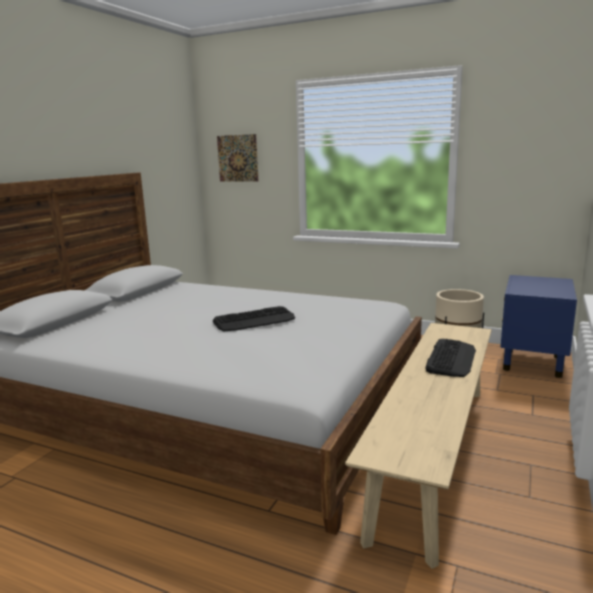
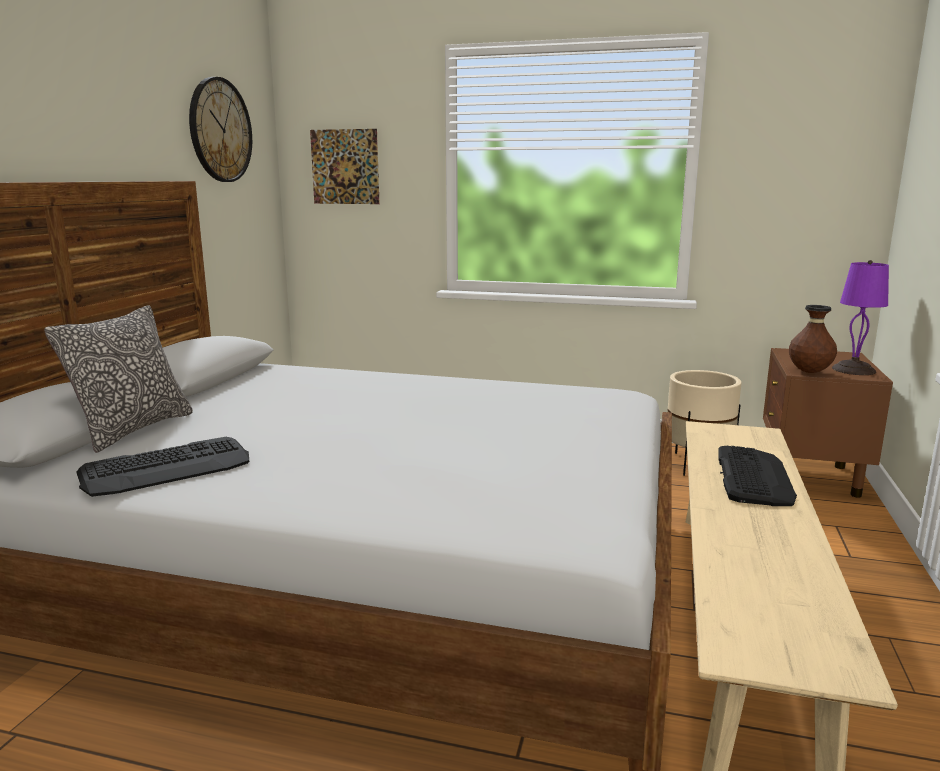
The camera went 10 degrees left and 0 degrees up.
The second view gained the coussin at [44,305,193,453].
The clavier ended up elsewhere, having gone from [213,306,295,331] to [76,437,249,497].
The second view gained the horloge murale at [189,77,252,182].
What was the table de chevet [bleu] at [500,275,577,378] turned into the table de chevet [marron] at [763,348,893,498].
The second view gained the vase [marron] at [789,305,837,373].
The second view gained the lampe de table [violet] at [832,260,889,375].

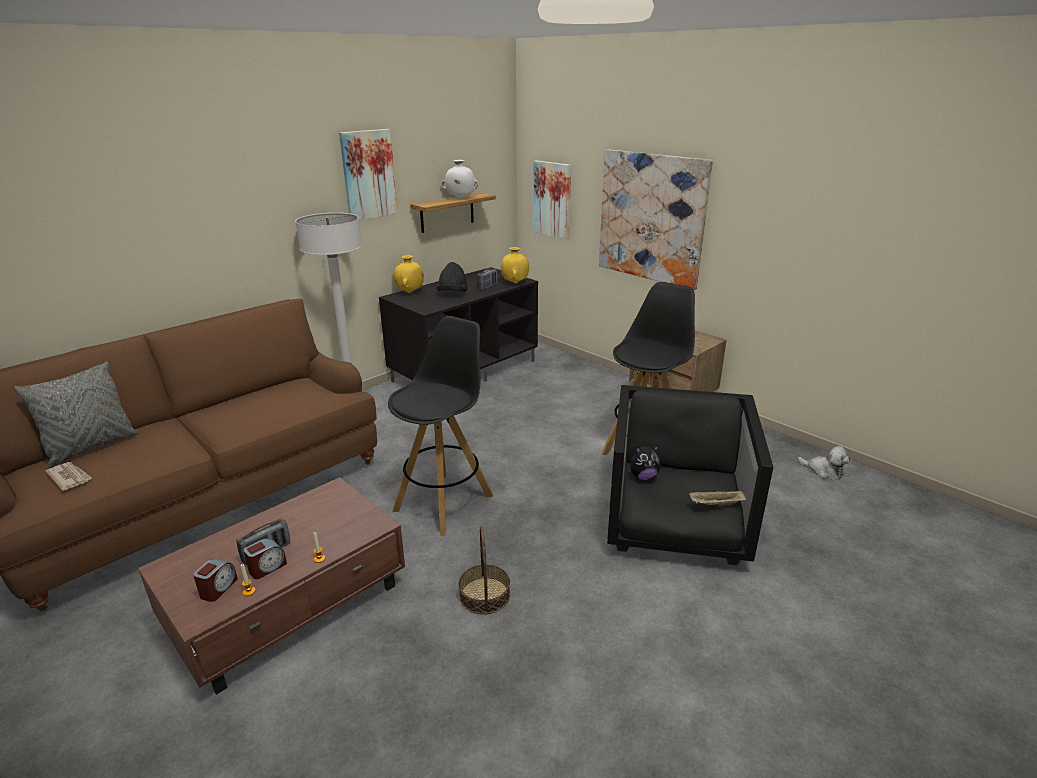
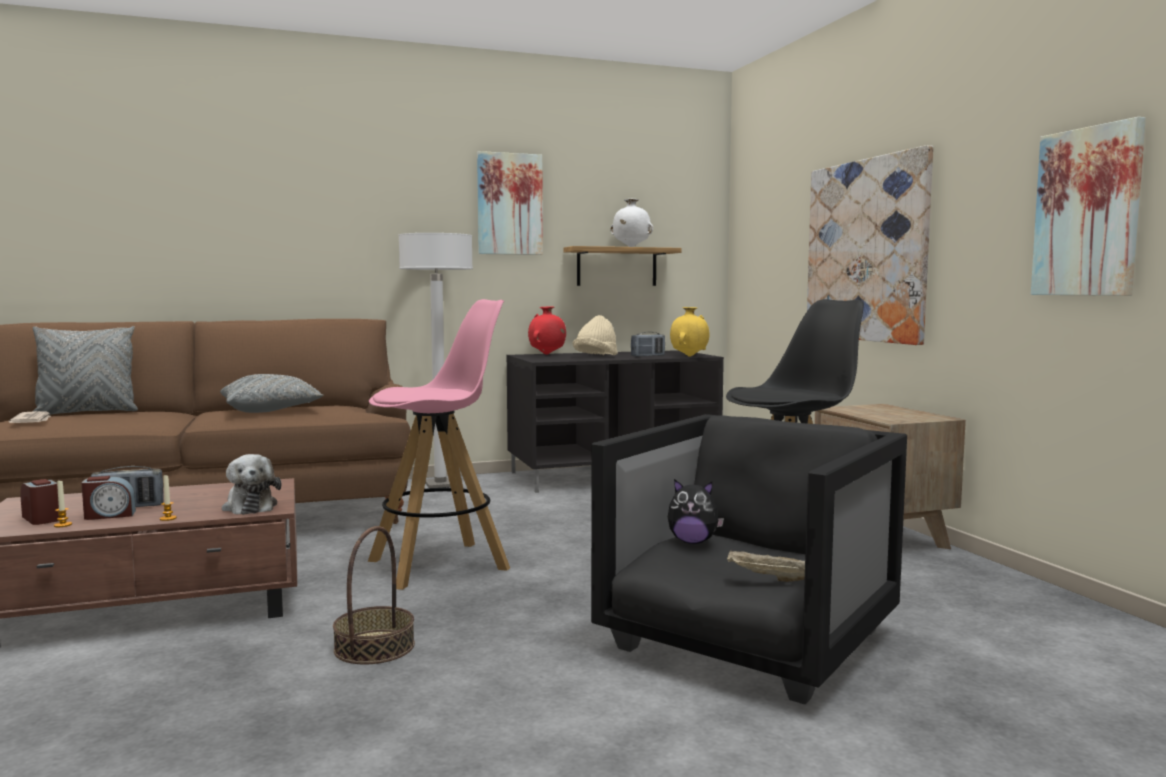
The camera went 25 degrees right and 20 degrees down.
The réveil at [193,559,238,602] ended up facing another way, 90 degrees counterclockwise from before.
The second view gained the coussin [gris] at [220,374,323,413].
The peluche ended up elsewhere, having gone from [798,446,850,480] to [222,454,281,515].
What was the tabouret [noir] at [388,316,493,536] turned into the tabouret [rose] at [368,299,510,590].
What was the vase [jaune] at [394,255,424,293] turned into the vase [rouge] at [528,306,566,355].
What was the chapeau [noir] at [437,262,467,291] turned into the chapeau [beige] at [573,315,618,355].
The tableau ended up elsewhere, having gone from [533,160,571,240] to [1031,117,1146,296].

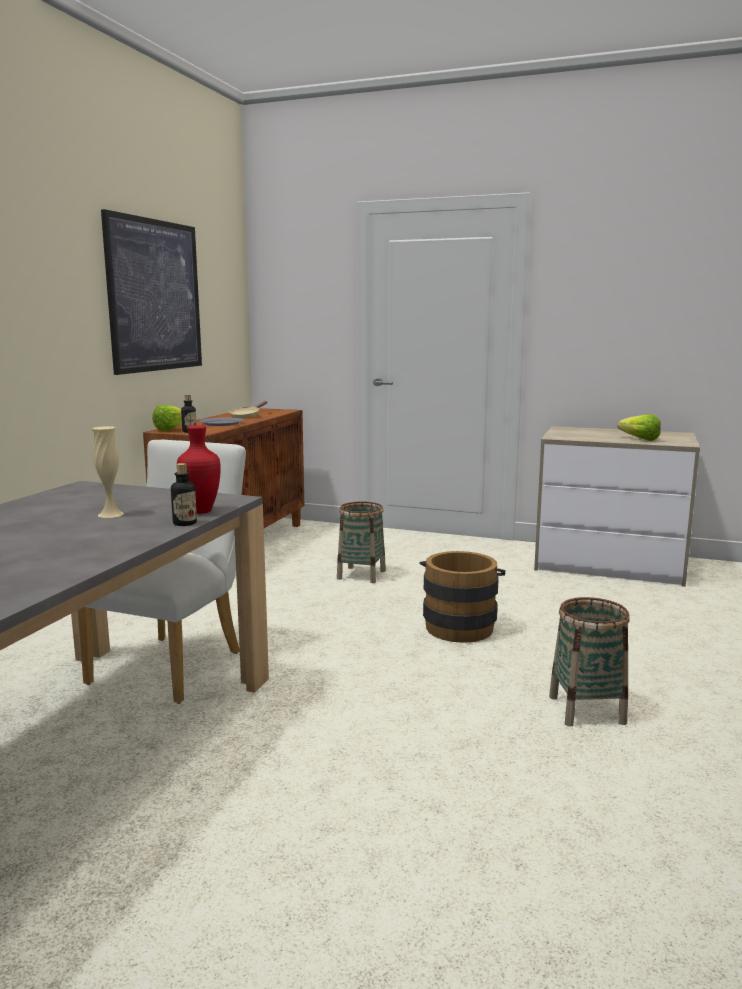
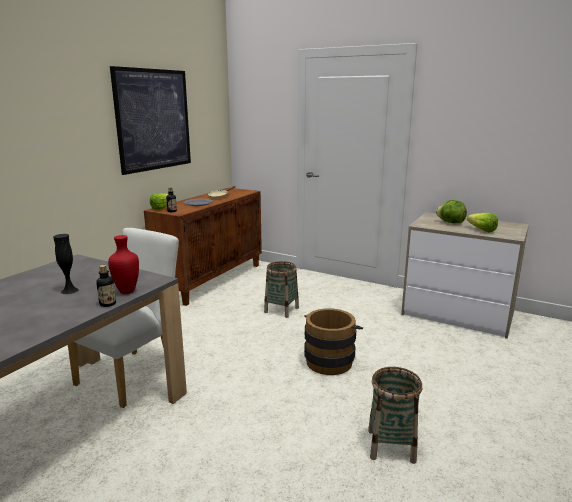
The camera went 10 degrees right and 5 degrees up.
What was the vase [beige] at [92,426,124,518] turned into the vase [noir] at [53,234,79,294].
The second view gained the laitue at [436,200,467,223].

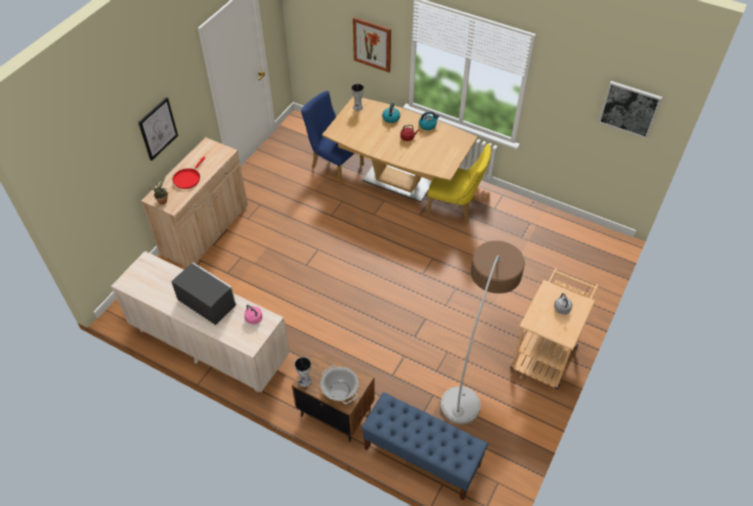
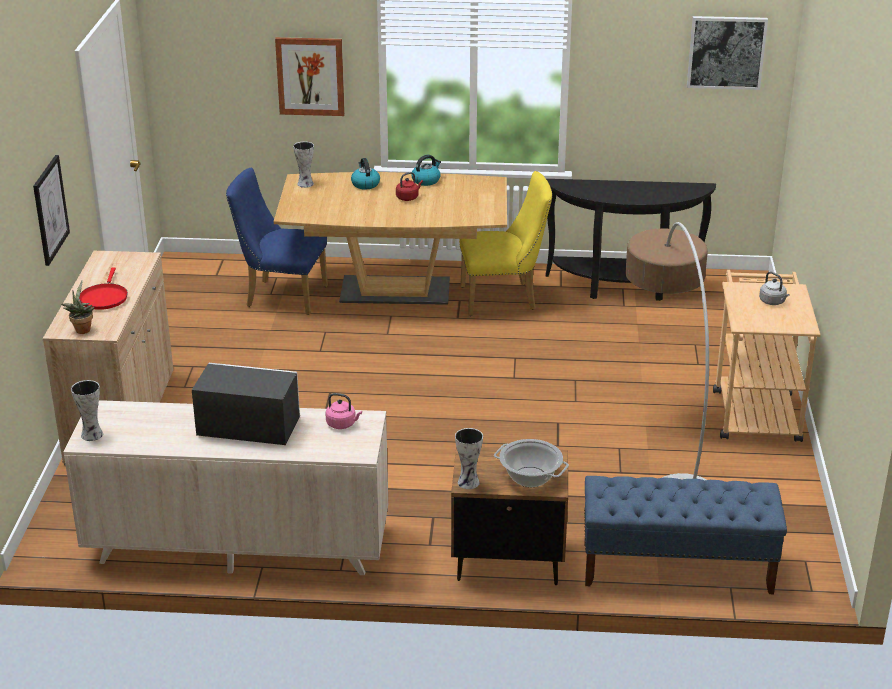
The camera went 25 degrees left and 20 degrees down.
The second view gained the vase at [71,380,103,441].
The second view gained the table console [noir] at [545,179,716,301].

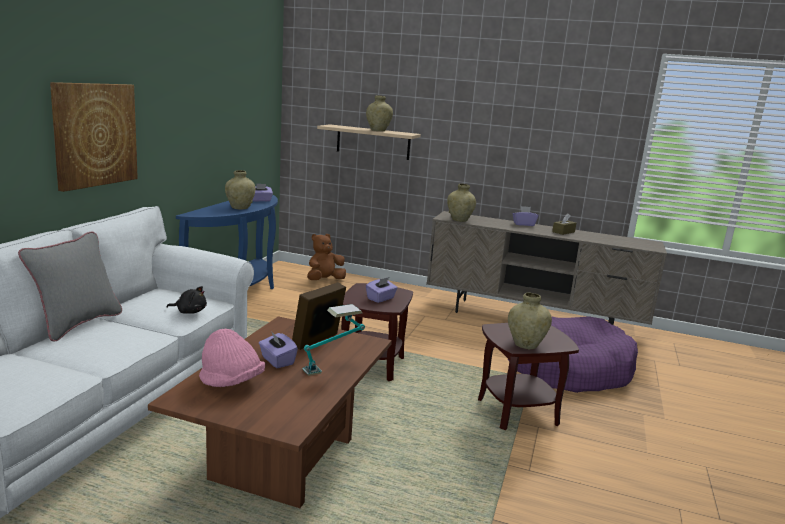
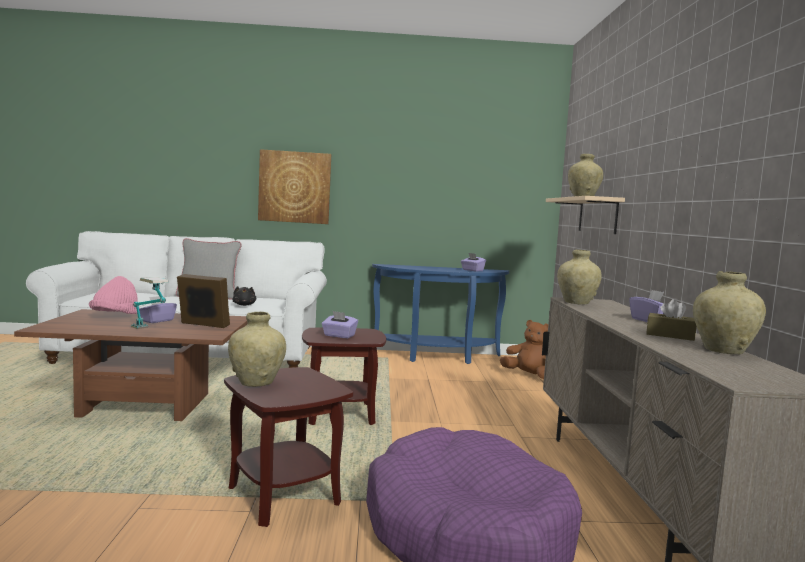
The camera went 70 degrees right and 10 degrees down.
The vase [beige] ended up elsewhere, having gone from [225,170,256,210] to [693,271,766,354].

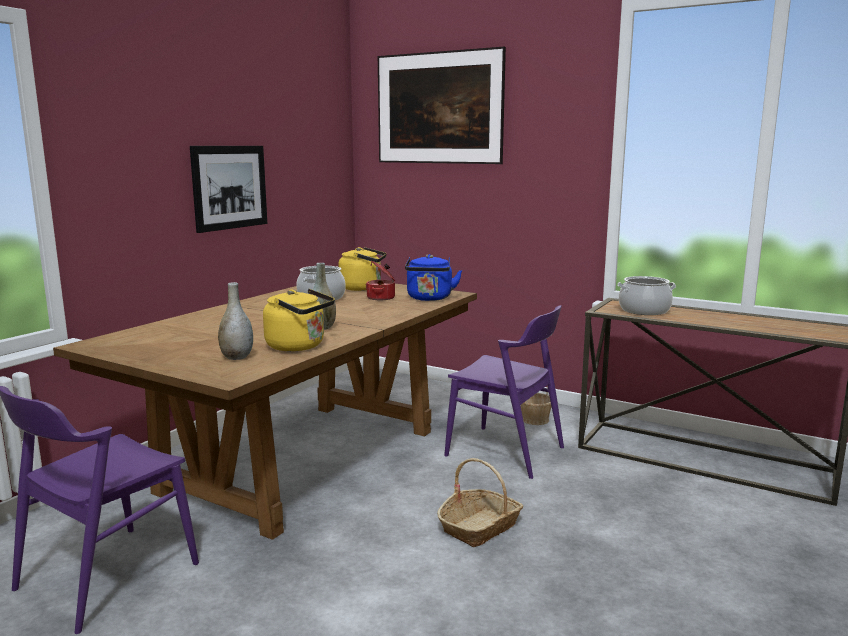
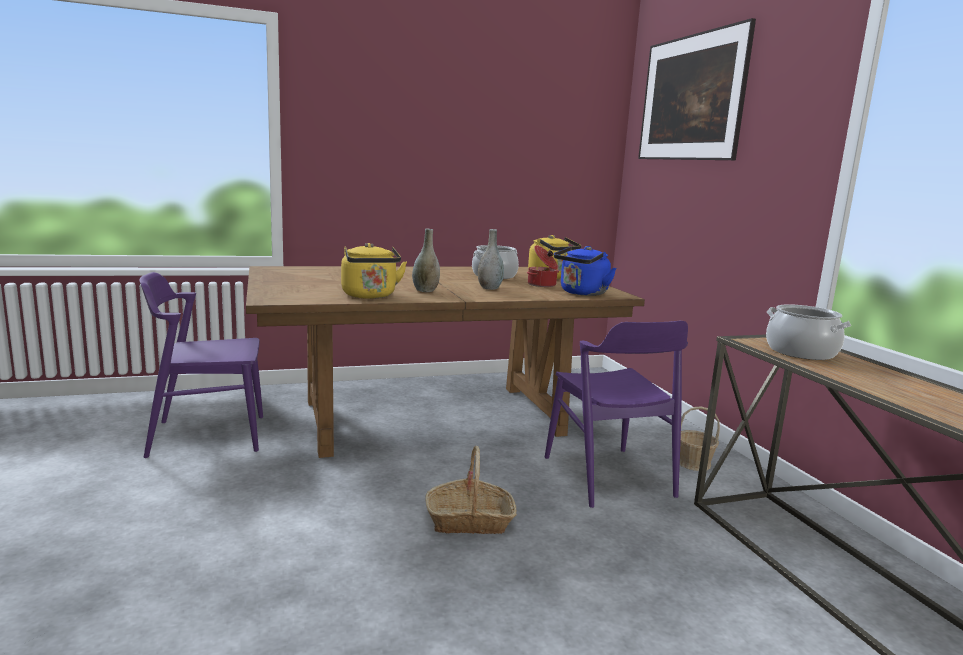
The camera went 40 degrees right and 0 degrees up.
The vase [gris] ended up elsewhere, having gone from [218,282,253,360] to [478,229,504,290].
The second view lost the tableau at [190,146,267,233].

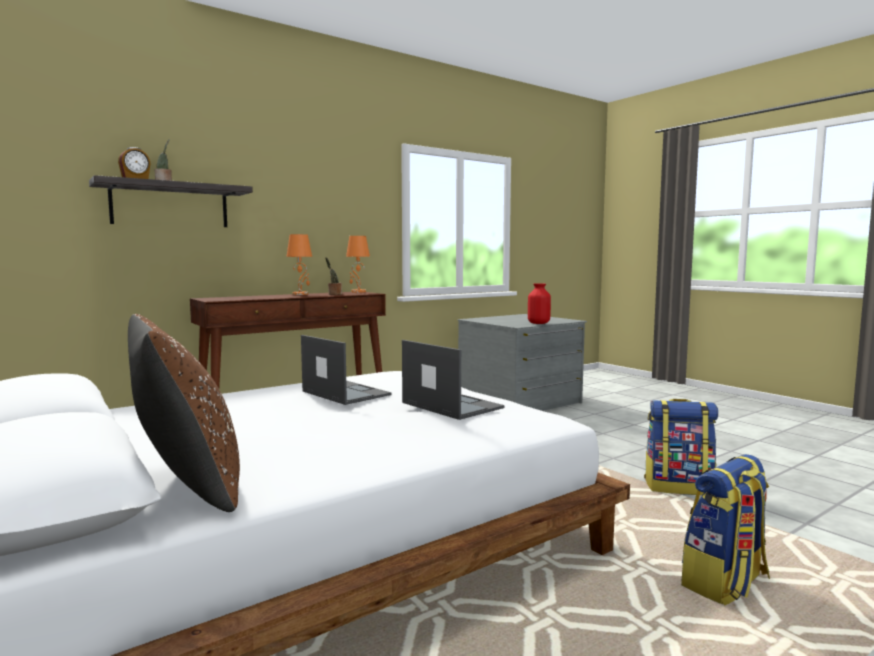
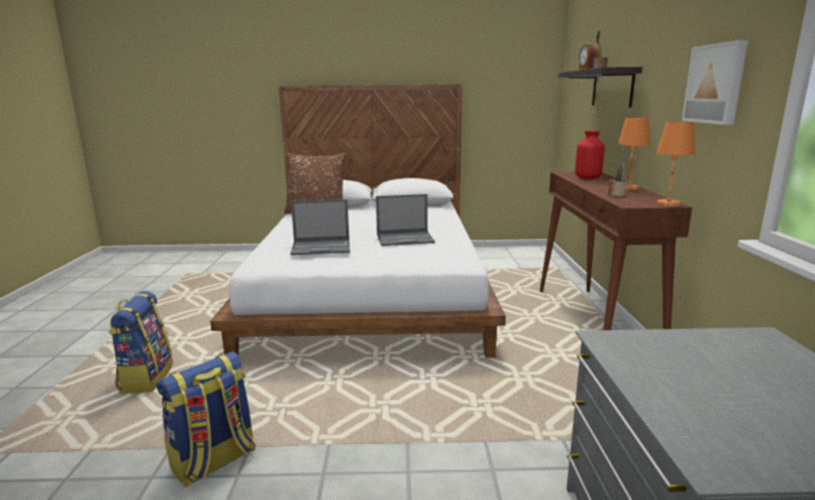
The camera went 125 degrees right and 10 degrees up.
The vase [rouge] ended up elsewhere, having gone from [528,283,551,324] to [575,131,605,179].
The second view gained the tableau at [682,40,748,125].

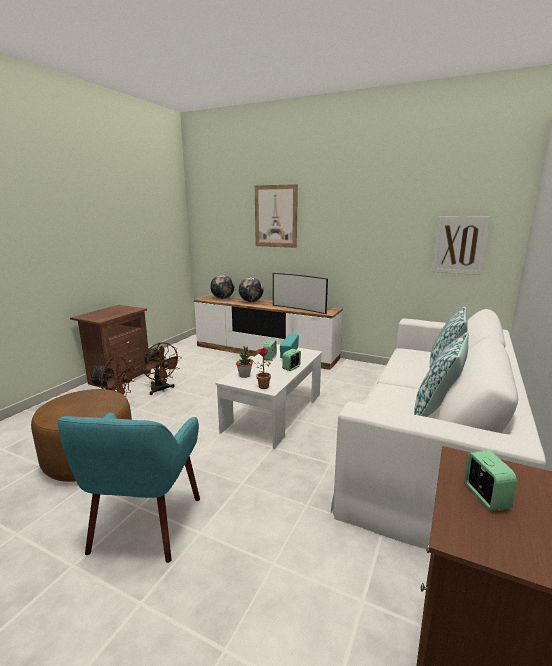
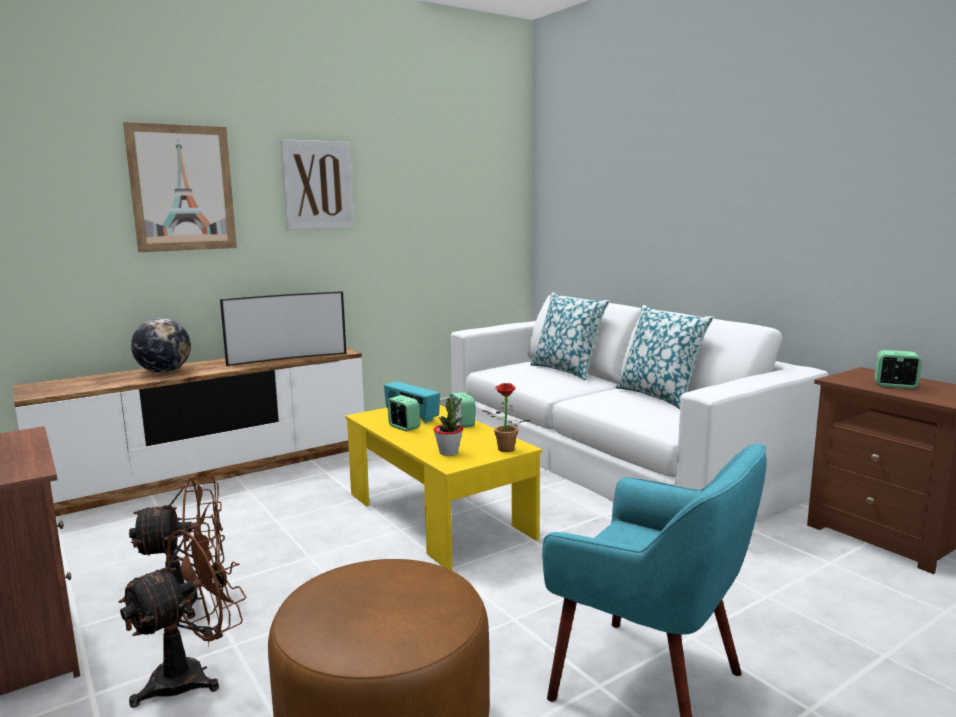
The camera went 60 degrees left and 5 degrees down.
The tableau ended up elsewhere, having gone from [432,217,490,275] to [280,139,354,230].
What was the table basse [blanc] at [215,344,322,449] turned into the table basse [jaune] at [345,405,542,570].
The second view lost the globe at [210,275,234,299].

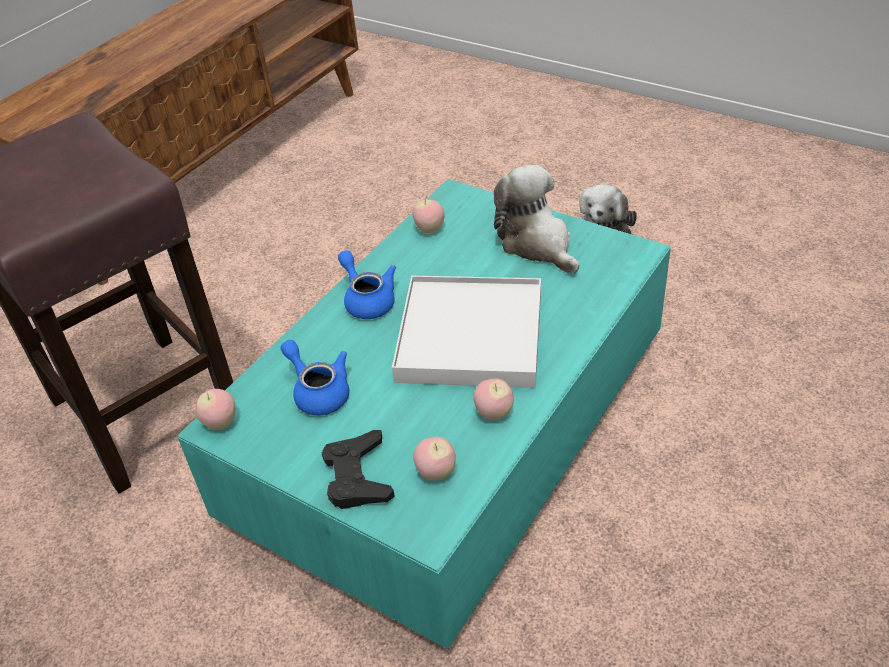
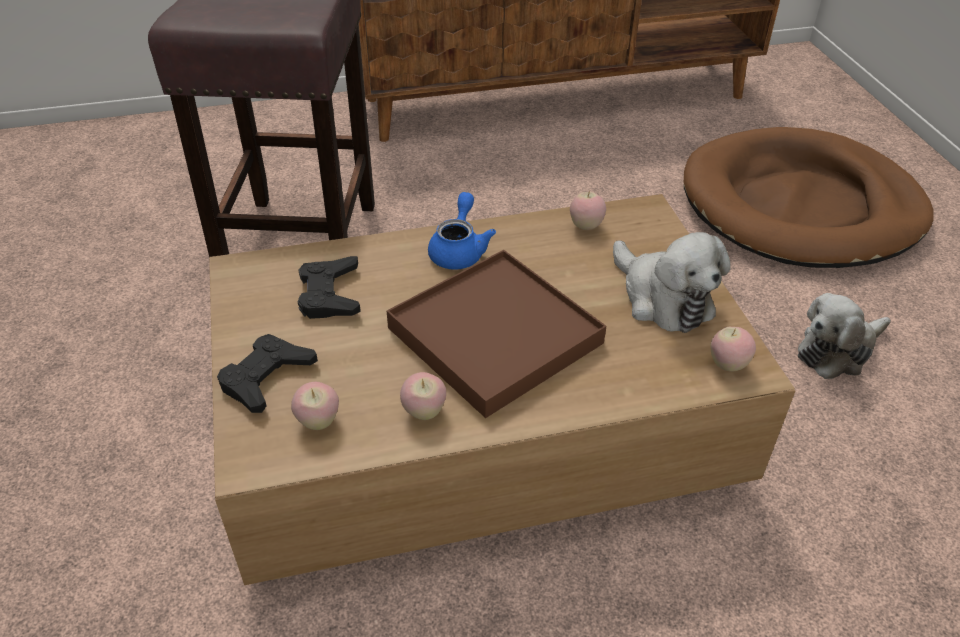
The camera went 40 degrees right and 0 degrees up.
What was the table basse [turquoise] at [177,179,671,649] turned into the table basse [marron] at [209,194,795,585].
Where the théière [bleu] stood at [281,340,349,415], the manette [noir] came to stand at [298,256,361,319].
What was the plateau [blanc] at [392,276,541,388] turned into the plateau [marron] at [387,250,606,418].
The peluche at [494,165,580,273] ended up facing another way, 135 degrees clockwise from before.
The second view gained the panier pour chien [marron] at [684,127,934,268].
The pomme ended up elsewhere, having gone from [195,389,236,430] to [710,326,756,372].

